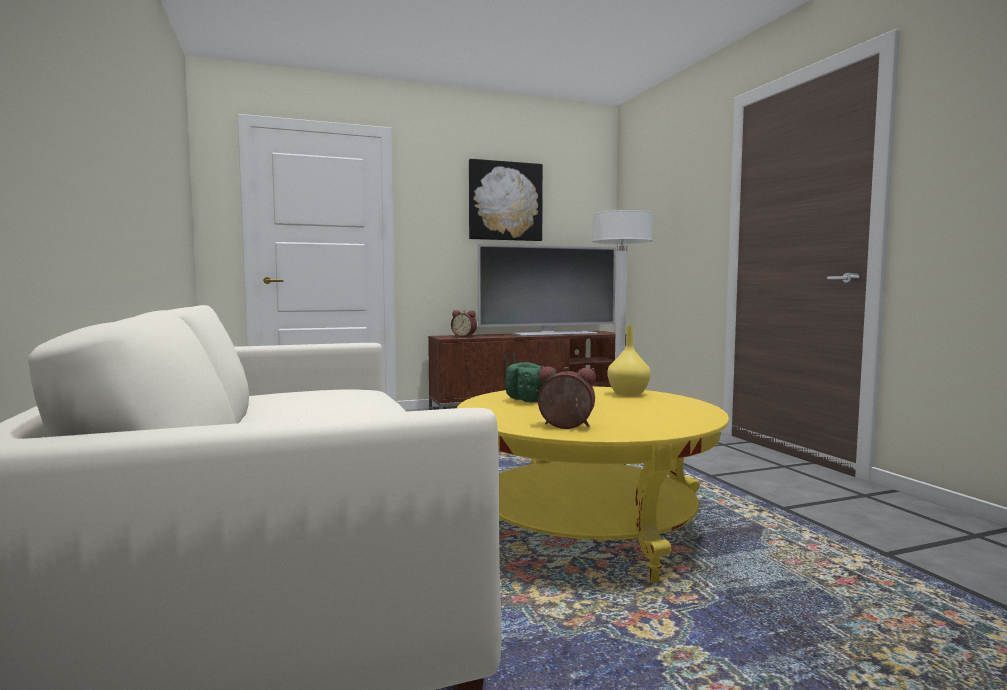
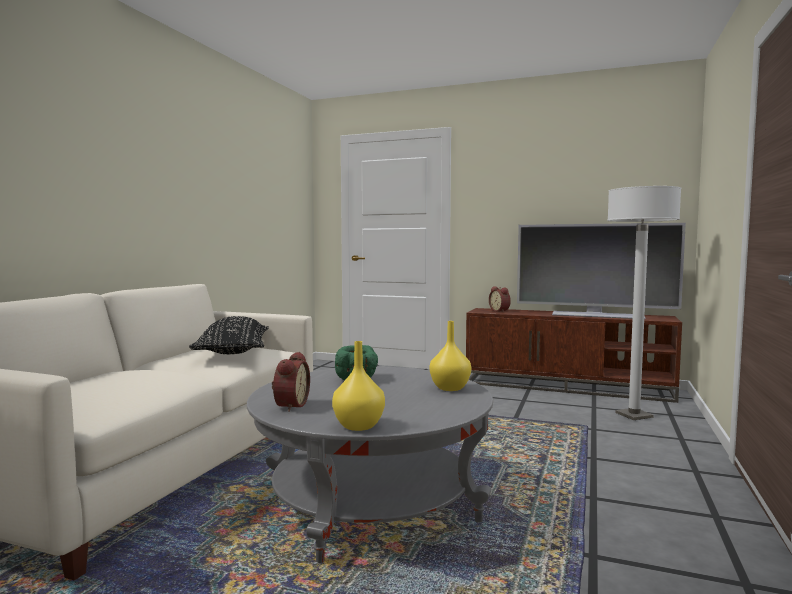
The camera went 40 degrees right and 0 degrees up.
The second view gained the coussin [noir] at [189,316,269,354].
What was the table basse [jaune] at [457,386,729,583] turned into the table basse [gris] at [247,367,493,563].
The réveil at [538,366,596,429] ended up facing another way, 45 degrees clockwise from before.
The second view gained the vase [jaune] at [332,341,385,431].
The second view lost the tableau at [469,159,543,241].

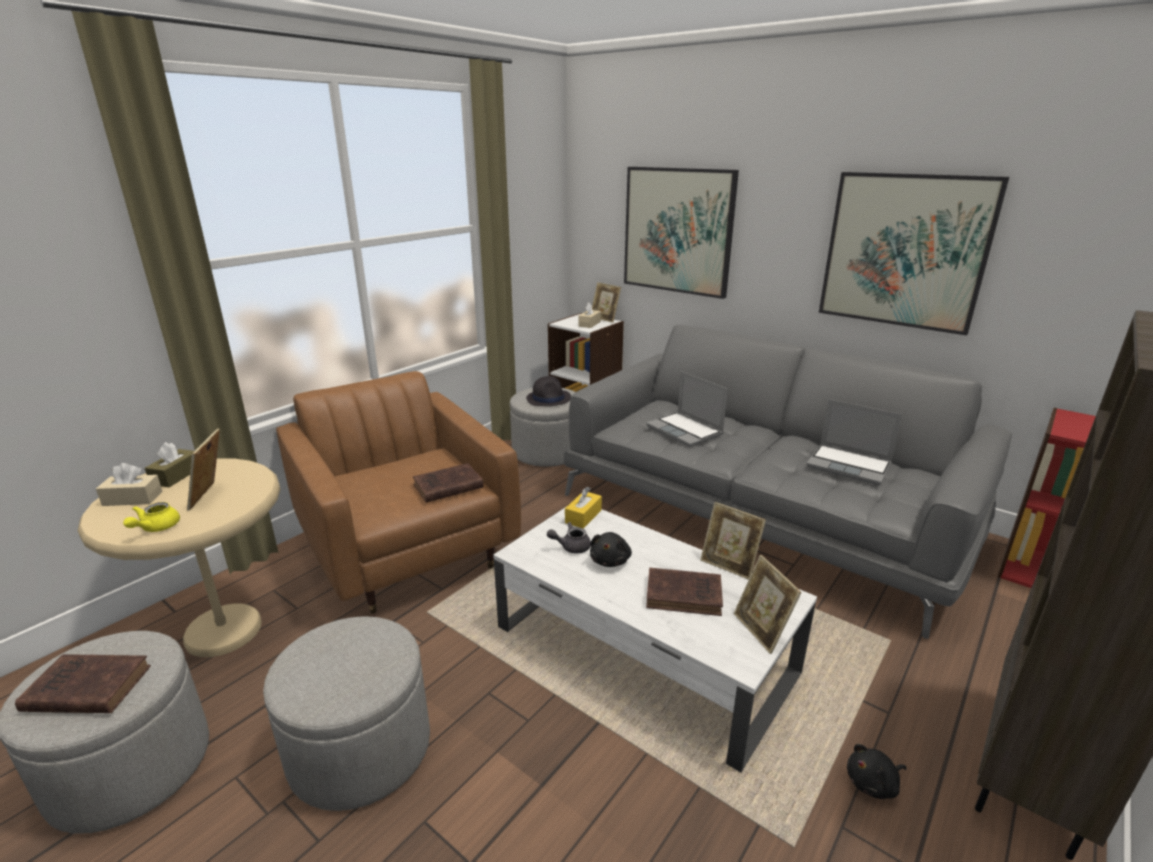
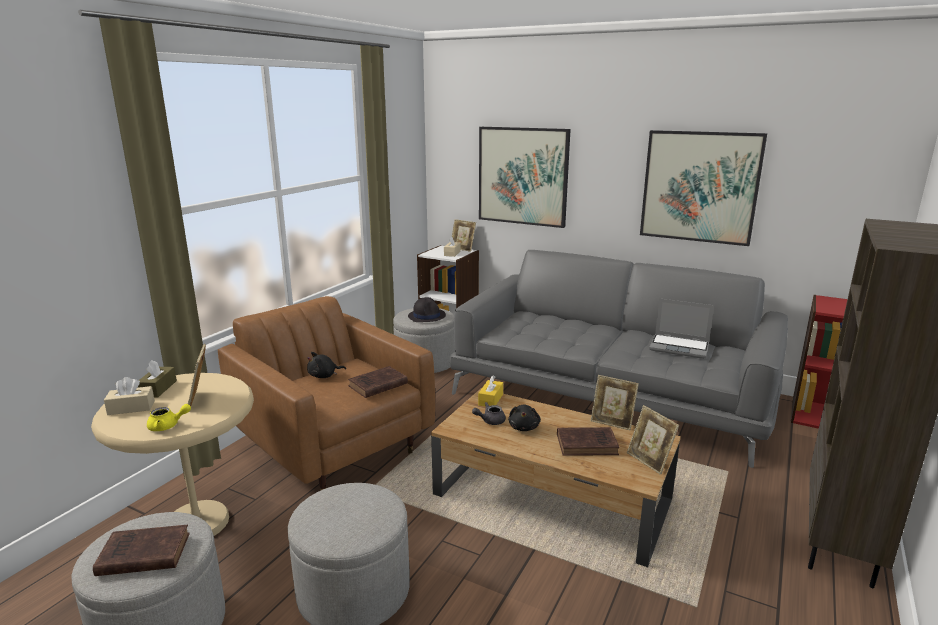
The camera went 10 degrees left and 5 degrees down.
The théière [jaune] at [123,502,180,532] ended up facing another way, 105 degrees counterclockwise from before.
The peluche [noir] ended up elsewhere, having gone from [847,744,907,799] to [307,352,346,378].
What was the table basse [blanc] at [493,507,817,772] turned into the table basse [marron] at [431,388,681,567].
The second view lost the ordinateur portable at [646,371,728,447].

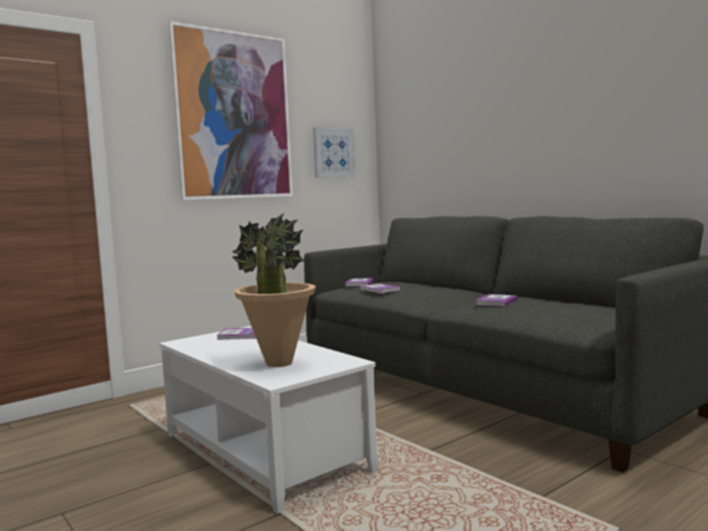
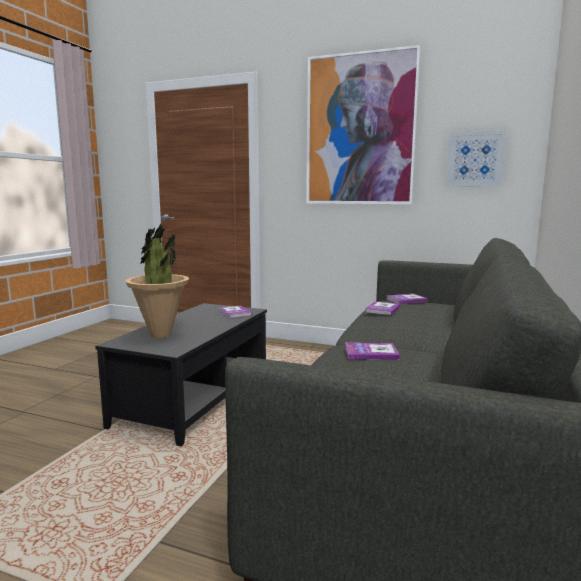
The camera went 60 degrees right and 5 degrees up.
What was the table basse [blanc] at [159,326,378,514] turned into the table basse [noir] at [95,303,267,447].

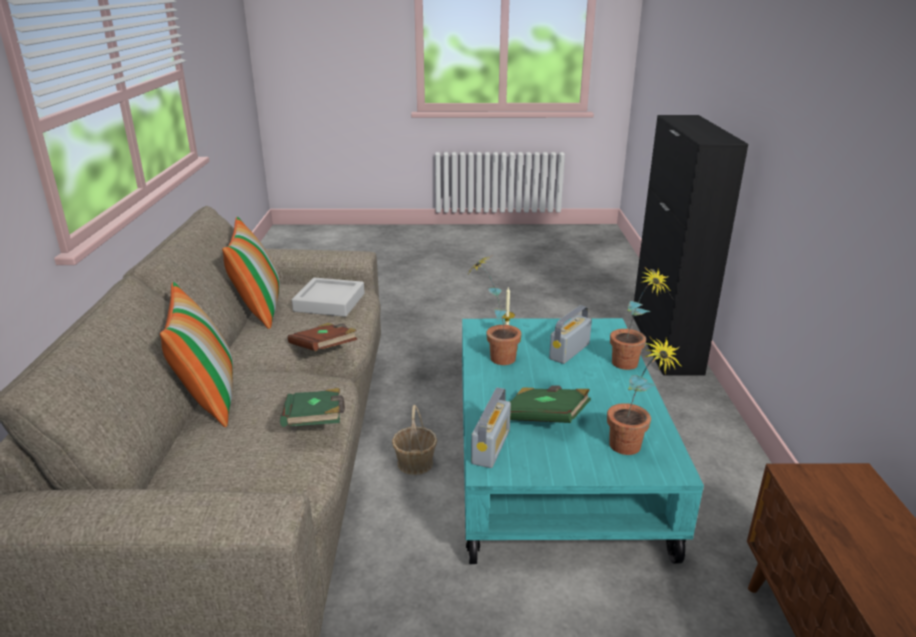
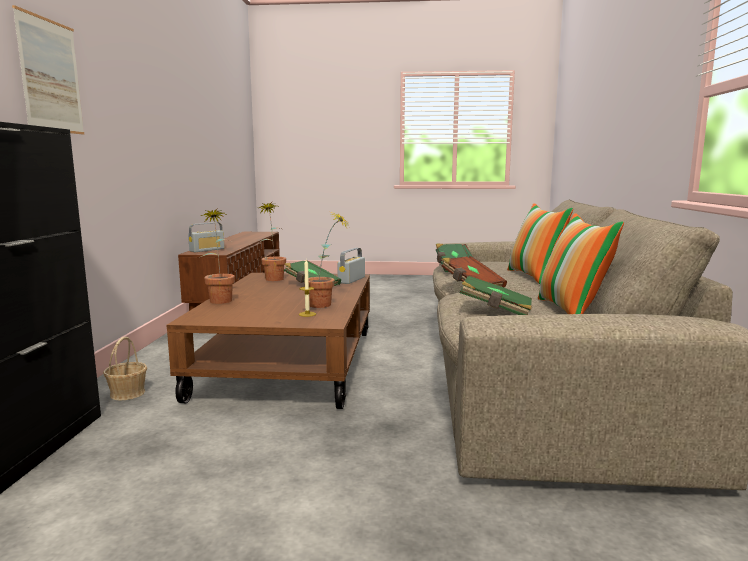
The camera went 175 degrees left and 15 degrees down.
The second view gained the tableau at [12,5,84,135].
The panier ended up elsewhere, having gone from [392,405,437,475] to [103,337,147,400].
What was the table basse [turquoise] at [462,318,704,564] turned into the table basse [marron] at [167,273,370,409].
The radio ended up elsewhere, having gone from [549,305,592,364] to [188,222,224,252].
Where the plateau [gris] stood at [292,277,365,317], the livre [vert] came to stand at [460,275,532,315].

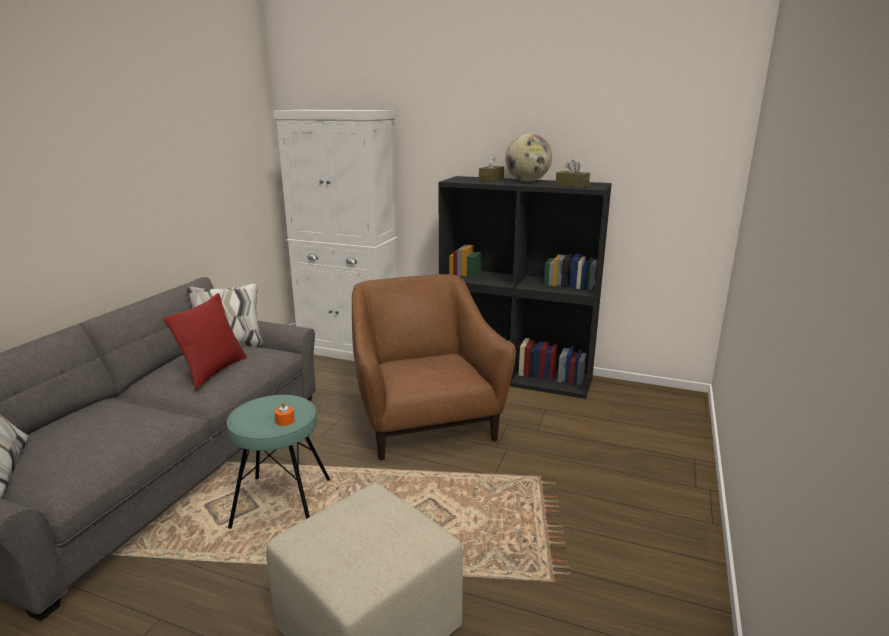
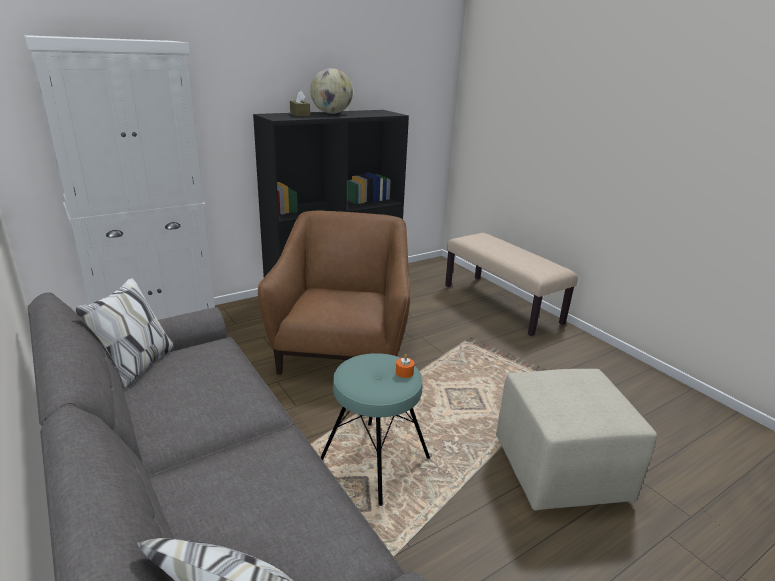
The camera went 55 degrees left and 5 degrees up.
The fauteuil [marron] at [352,274,516,460] ended up facing another way, 75 degrees clockwise from before.
The second view gained the banc [beige] at [445,233,578,336].
The second view lost the coussin [rouge] at [163,293,247,390].
The second view lost the boîte à mouchoirs [marron] at [555,160,590,188].

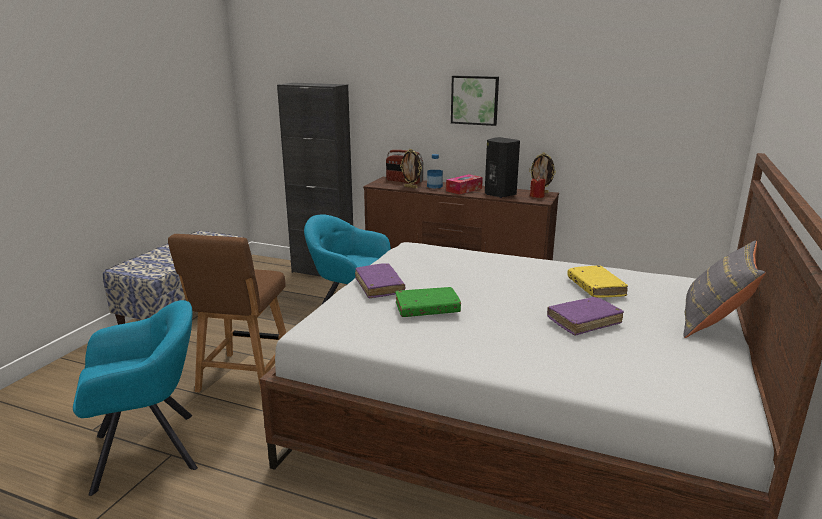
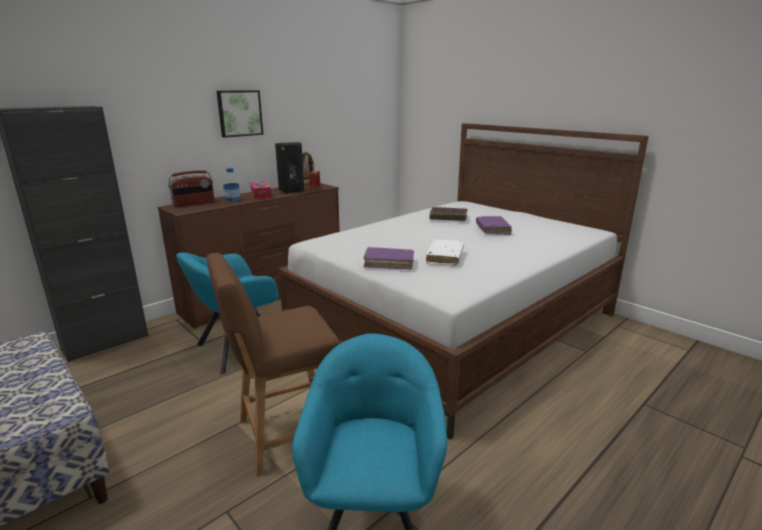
The camera went 65 degrees left and 0 degrees up.
The chaise [marron] at [168,234,286,392] ended up facing another way, 120 degrees clockwise from before.
What was the livre [vert] at [395,287,461,317] turned into the livre [blanc] at [426,240,464,265].
What was the livre [jaune] at [567,265,628,297] turned into the livre [marron] at [430,207,468,221].
The second view lost the cadre photo at [400,149,422,189].
The second view lost the coussin [gris] at [684,240,766,338].

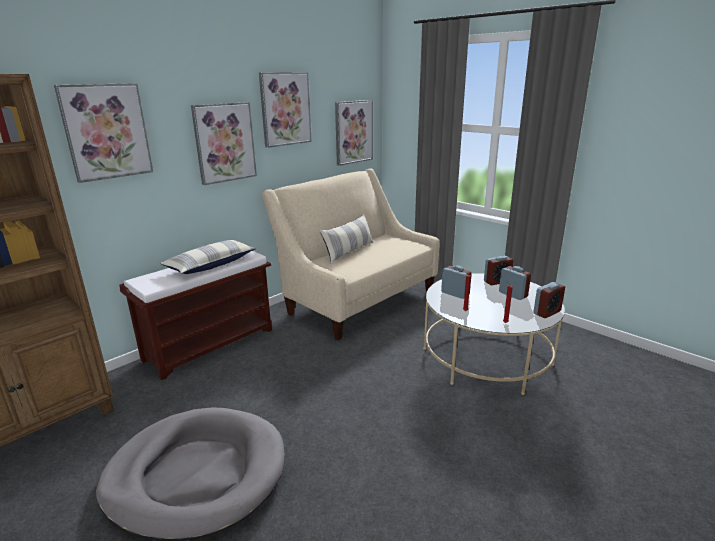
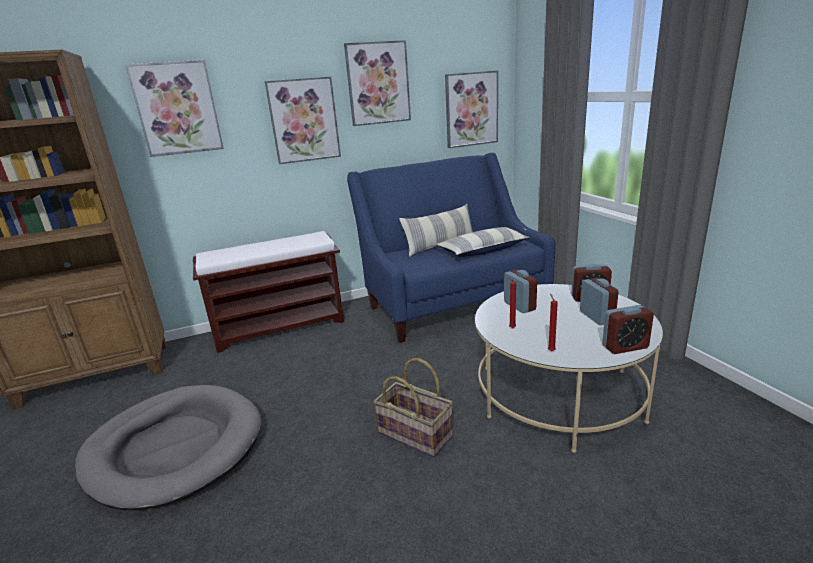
The camera went 25 degrees right and 0 degrees up.
What was the canapé [beige] at [262,169,439,340] turned into the canapé [bleu] at [347,153,555,343].
The second view gained the panier at [373,358,453,457].
The coussin ended up elsewhere, having gone from [160,240,256,274] to [437,227,530,257].

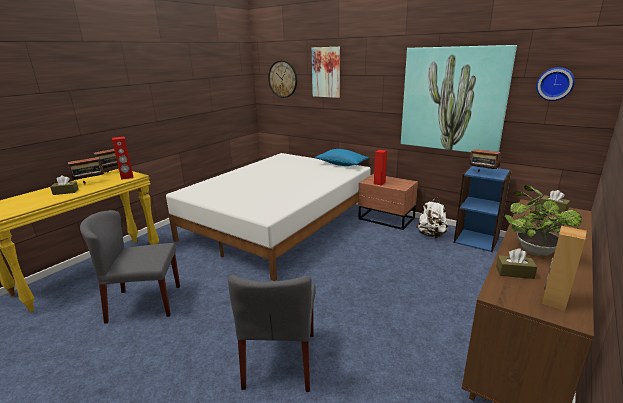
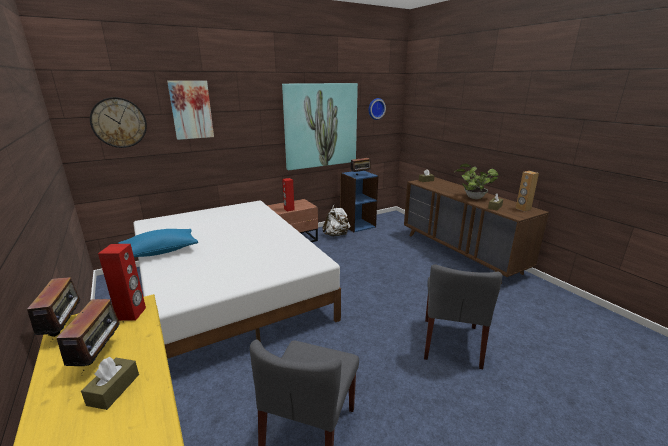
The camera went 65 degrees left and 0 degrees up.
The coussin [bleu] ended up elsewhere, having gone from [315,149,369,166] to [118,229,198,257].
The chaise [gris] at [228,275,316,392] ended up facing another way, 75 degrees clockwise from before.

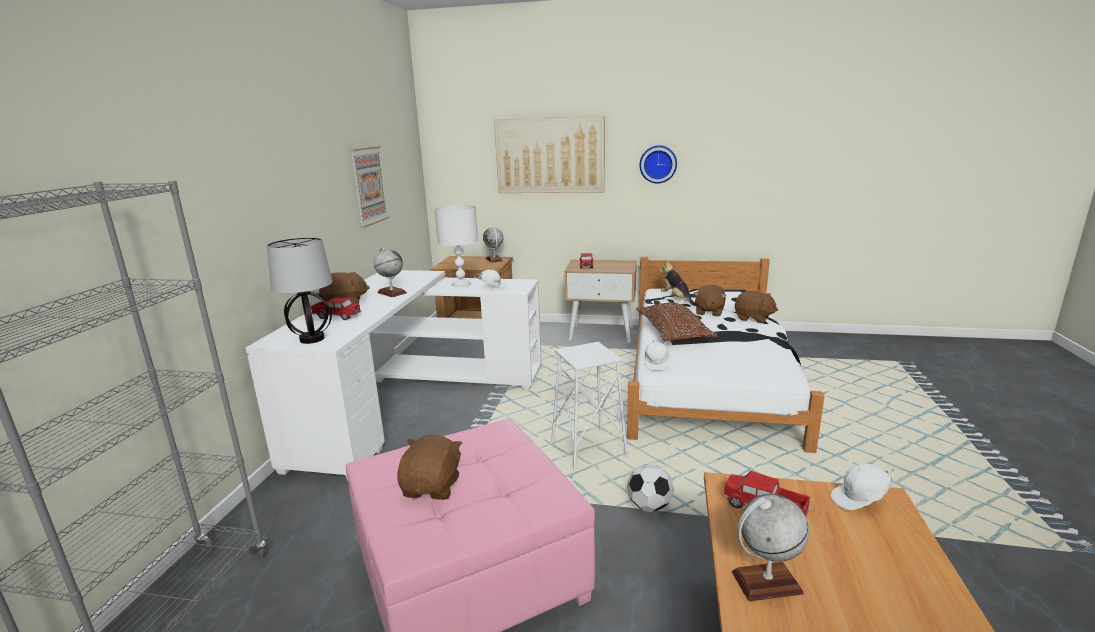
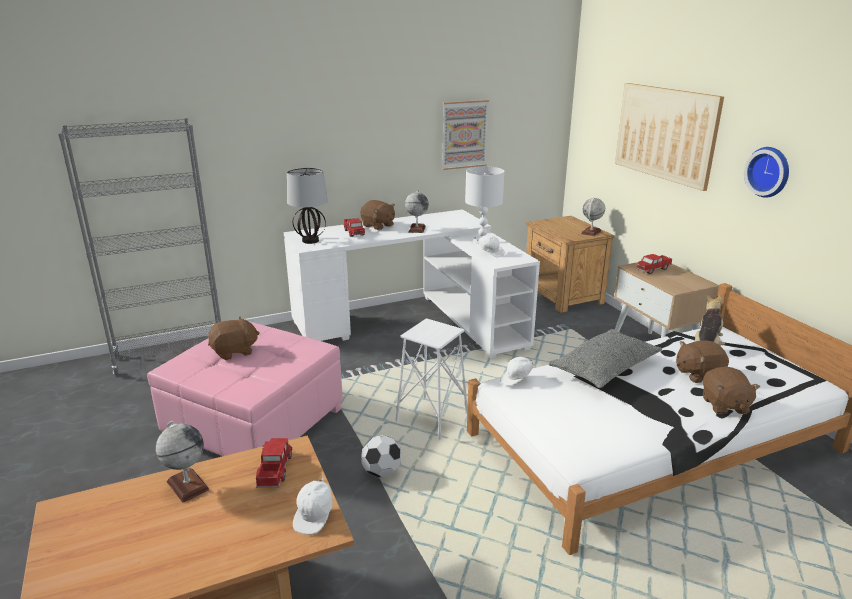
The camera went 55 degrees right and 5 degrees up.
The casquette [blanc] at [830,464,895,510] ended up facing another way, 120 degrees counterclockwise from before.
What was the coussin [marron] at [636,302,717,342] turned into the coussin [gris] at [548,329,662,388].

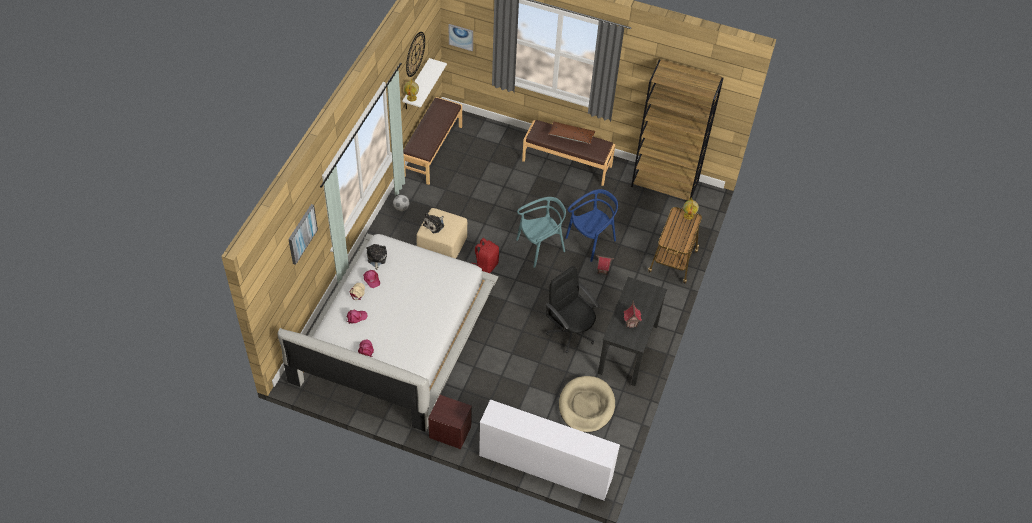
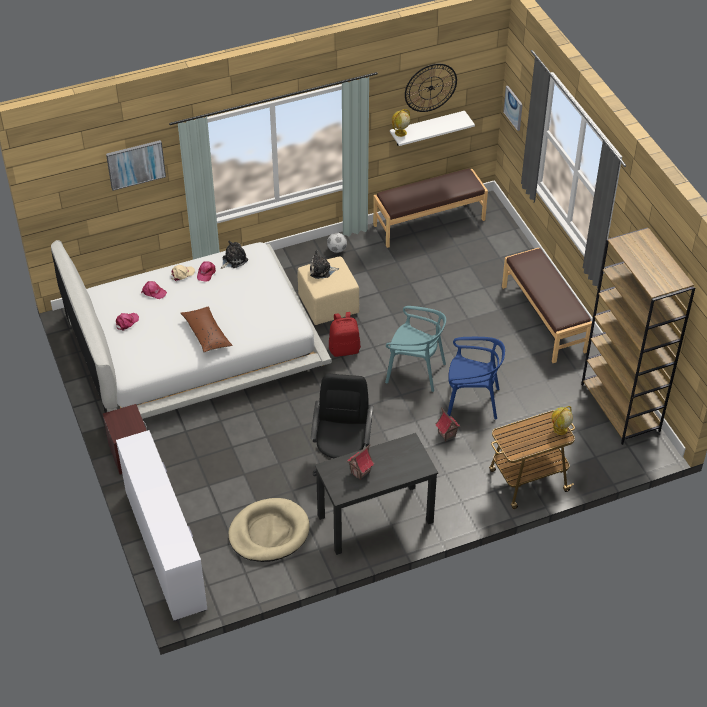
The camera went 50 degrees right and 5 degrees down.
The coussin [marron] ended up elsewhere, having gone from [548,122,596,144] to [180,307,233,352].

